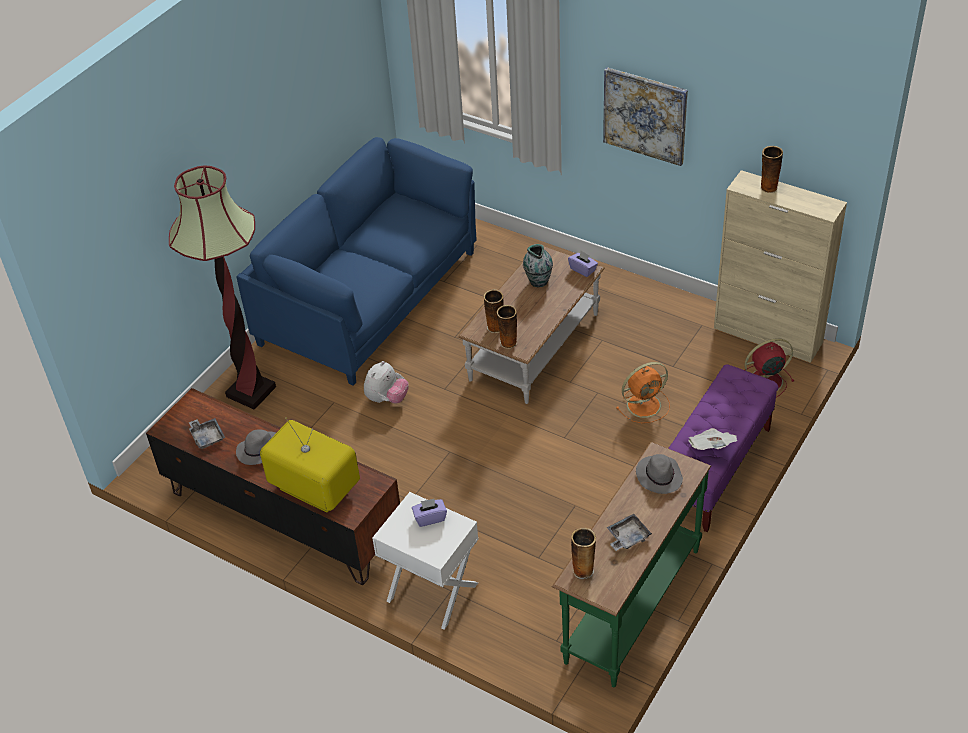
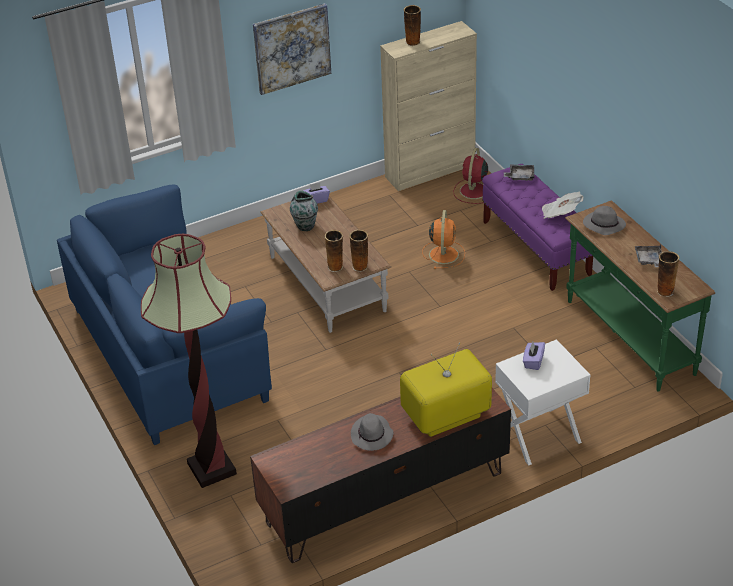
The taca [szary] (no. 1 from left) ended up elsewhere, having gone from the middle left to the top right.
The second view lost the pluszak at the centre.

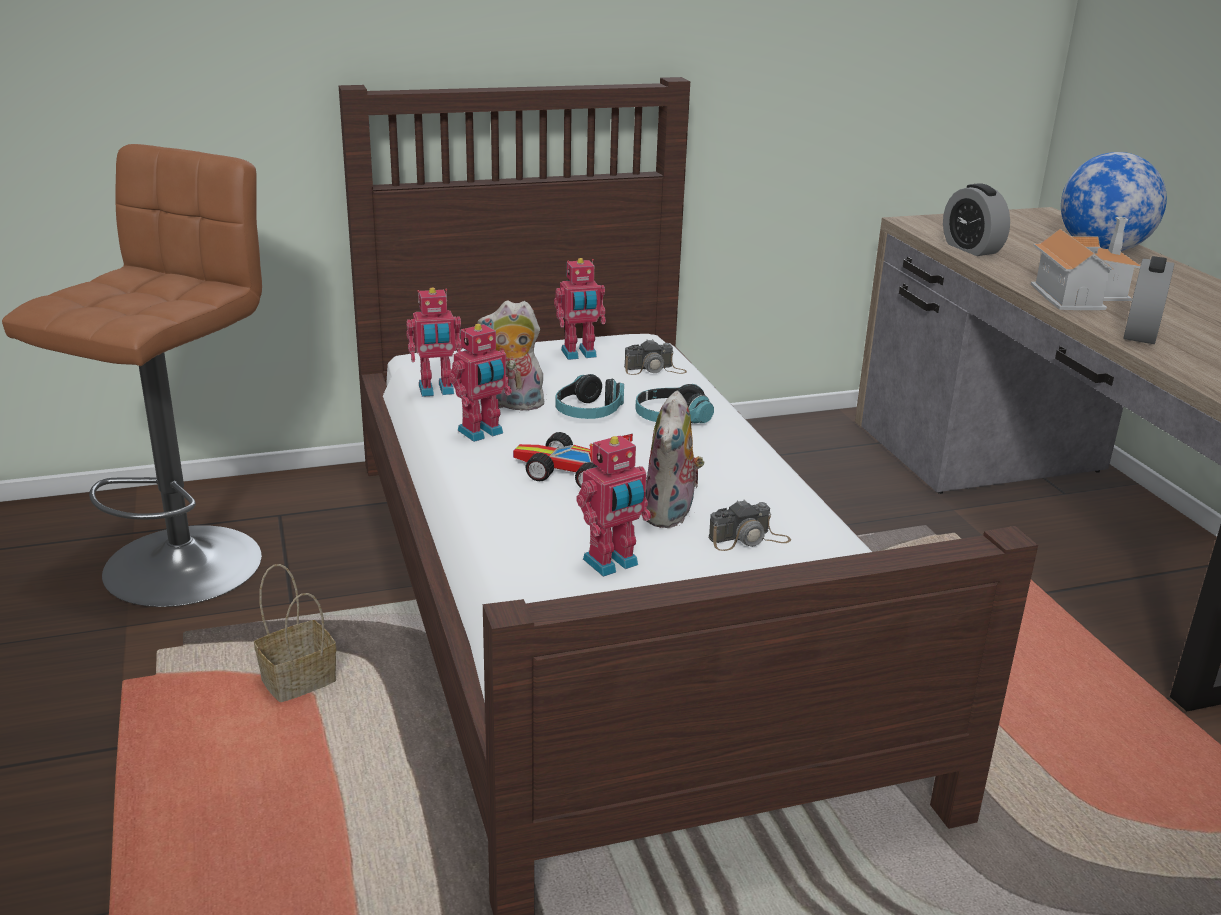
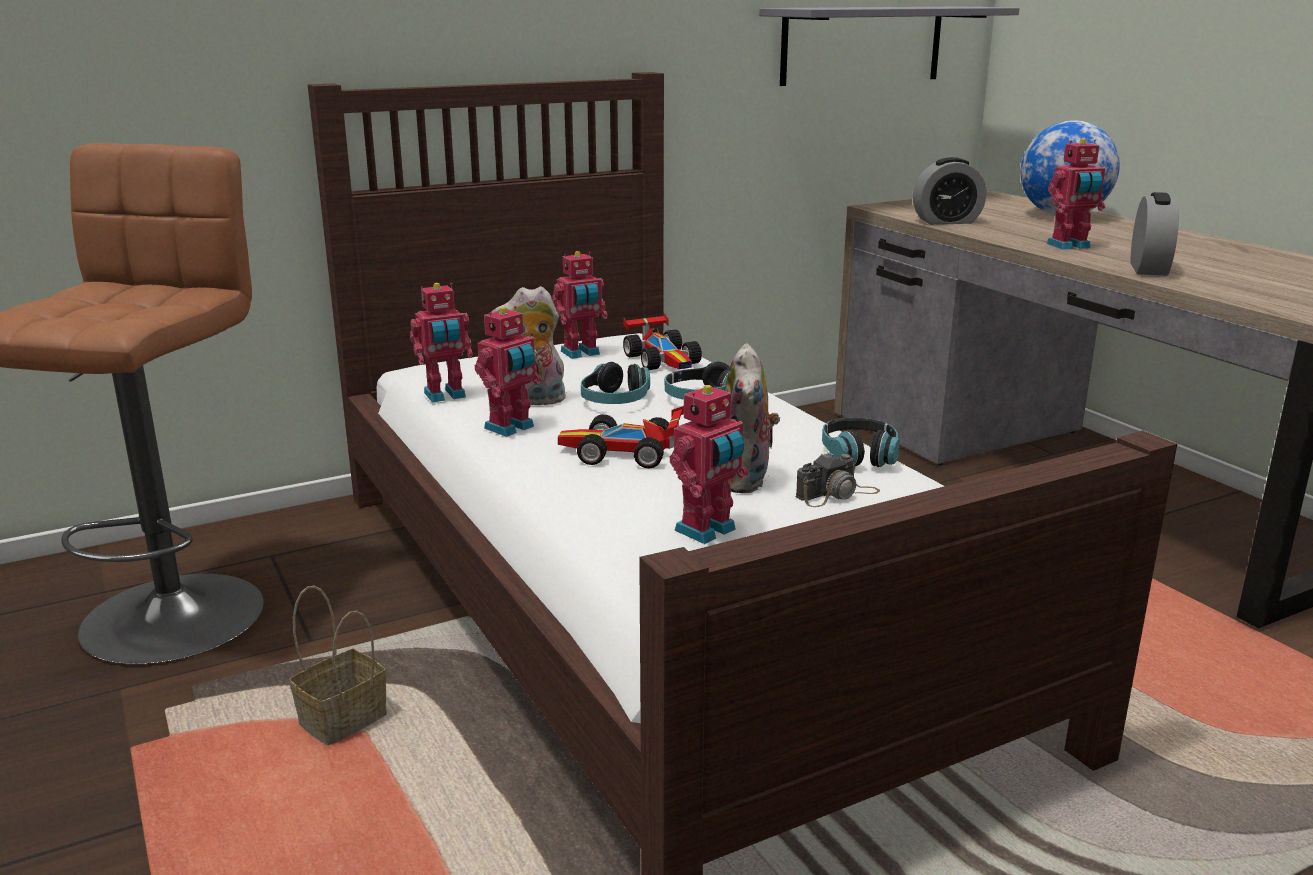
Where the aparat fotograficzny (no. 1 from left) stood at the centre, the samochodzik (no. 2 from left) came to stand at the centre.
The budzik (no. 1 from left) at the top right ended up facing another way, 60 degrees counterclockwise from before.
Where the domek stood at the top right, the robot zabawkowy (no. 5 from left) came to stand at the top right.
The second view gained the półka [szary] at the top right.
The second view gained the słuchawki (no. 3 from left) at the centre.

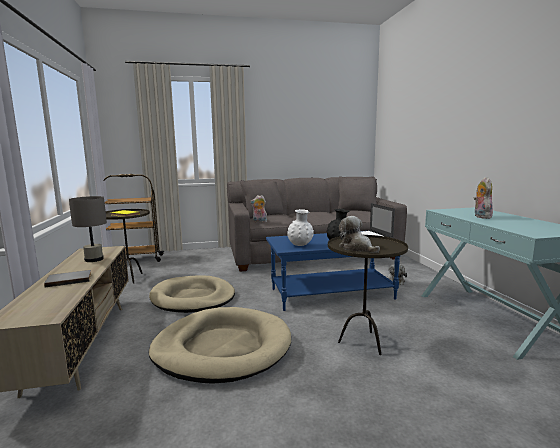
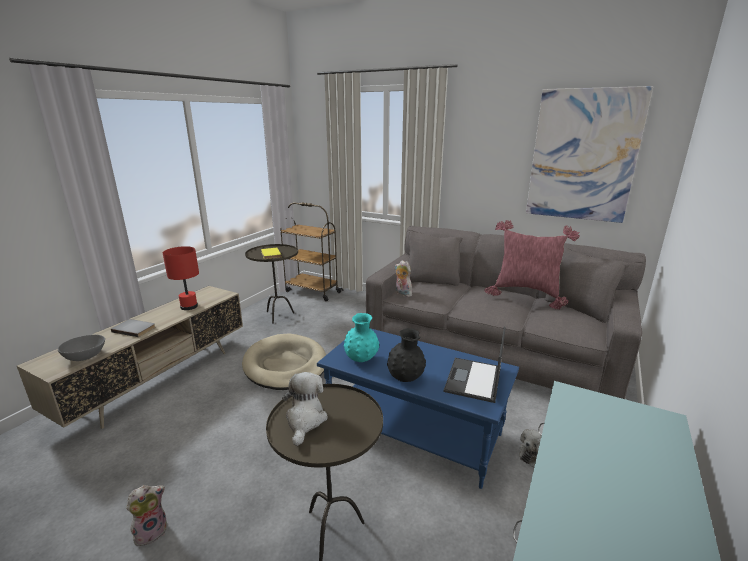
What was the lampa stołowa [szary] at the middle left turned into the lampa stołowa [czerwony] at the middle left.
The second view lost the legowisko [beżowy] (no. 2 from left) at the bottom centre.
What was the wazon [biały] at the centre turned into the wazon [turkusowy] at the centre.
The pluszak (no. 4 from left in the first image) ended up elsewhere, having gone from the middle right to the bottom left.
The second view gained the miska [szary] at the middle left.
The second view gained the poduszka [czerwony] at the middle right.
The second view gained the obraz at the top right.

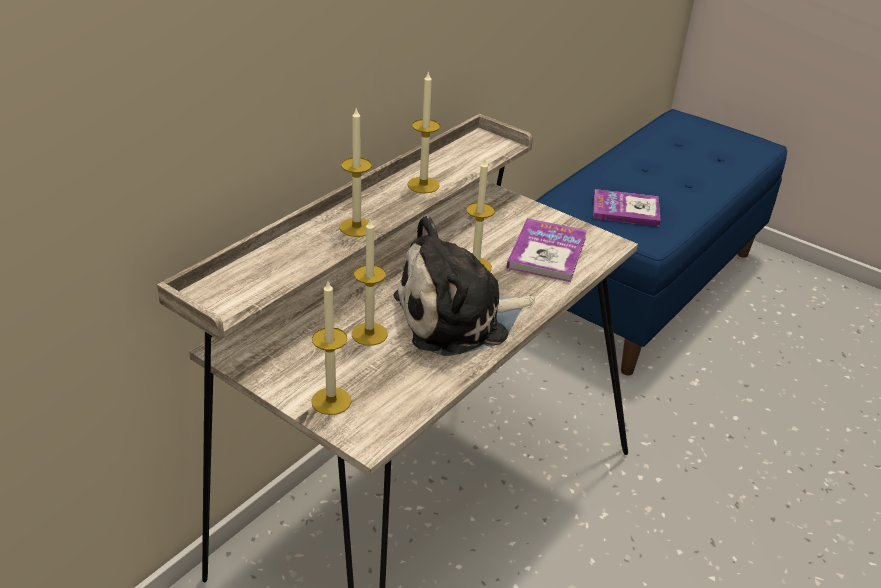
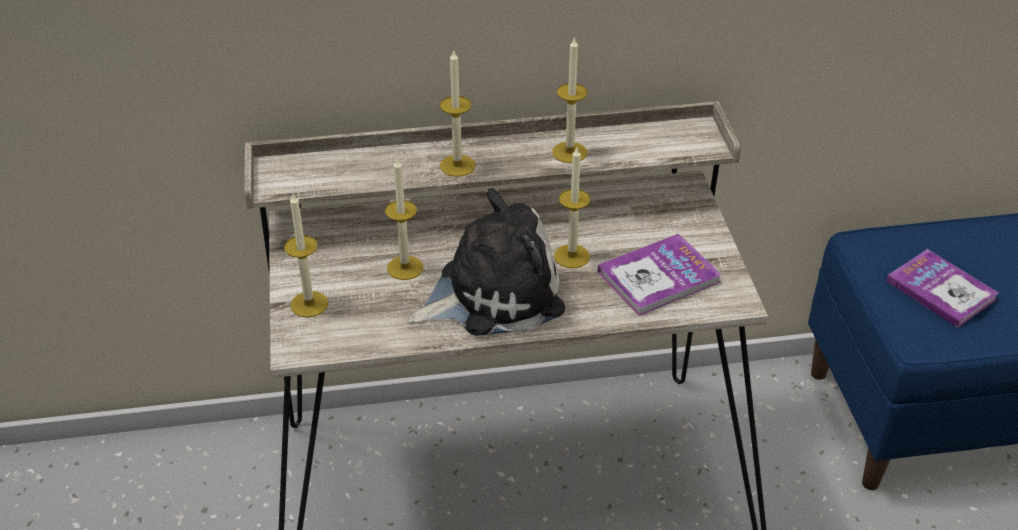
The pluszak at the centre ended up facing another way, 135 degrees clockwise from before.

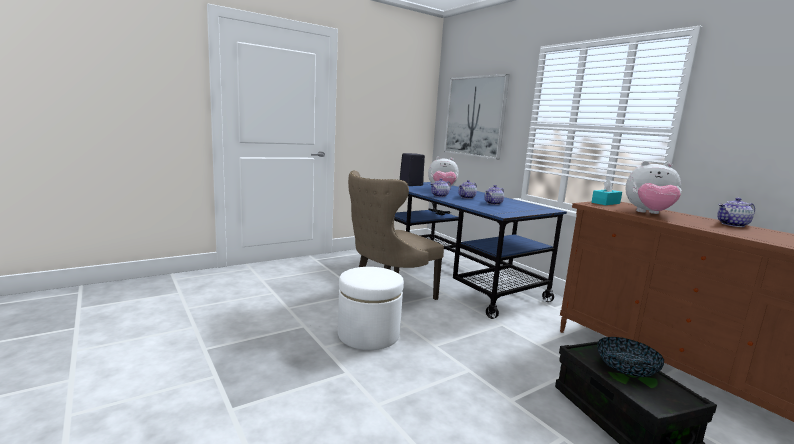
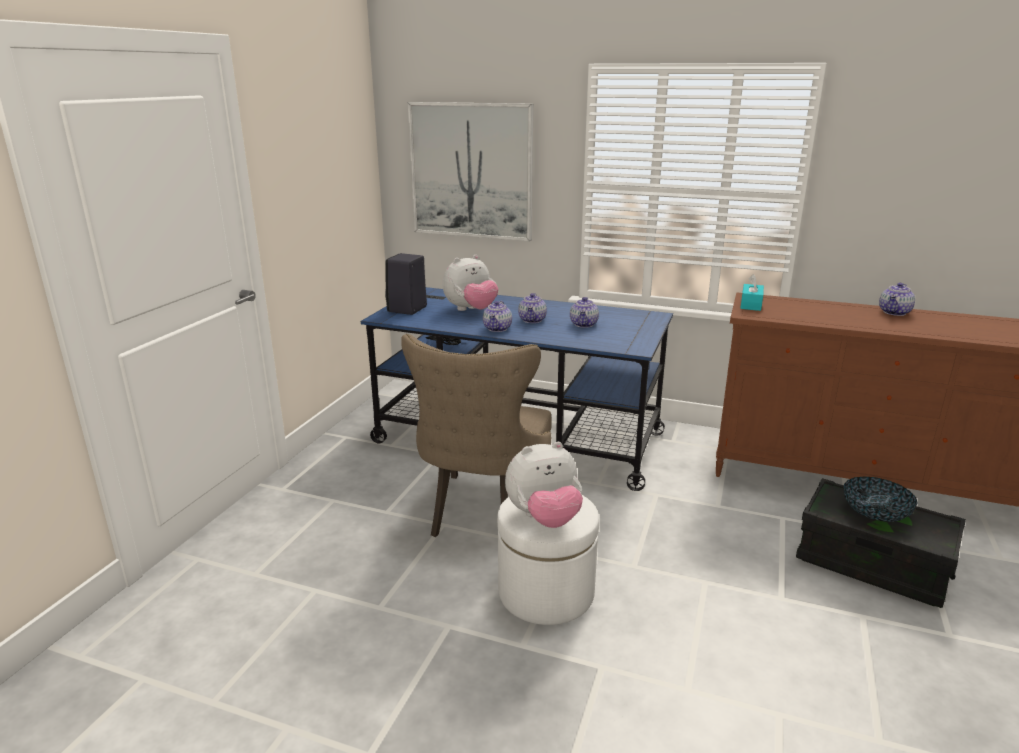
The pluszak (no. 2 from left) ended up elsewhere, having gone from the middle right to the centre.

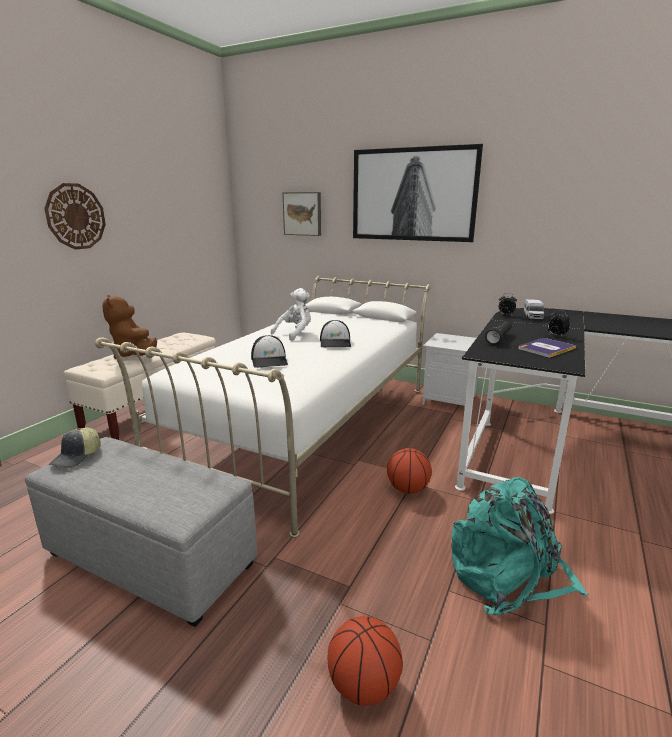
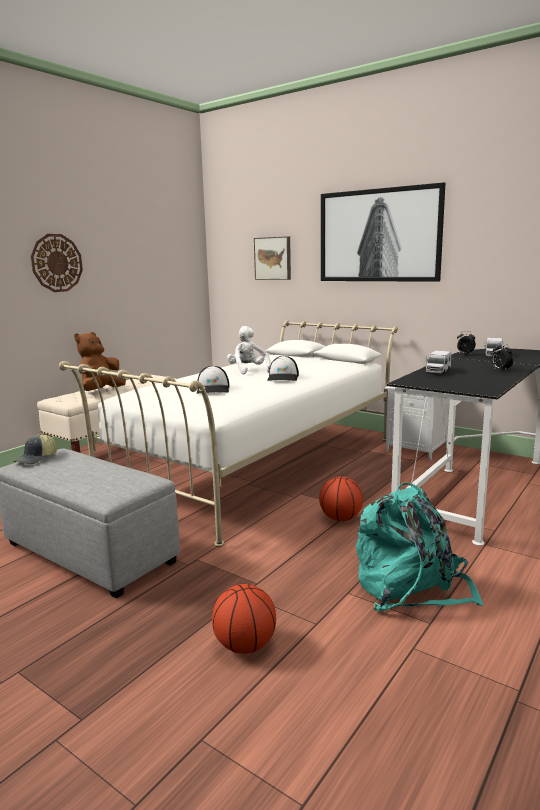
The pluszak [brązowy] at the middle left ended up facing another way, 45 degrees clockwise from before.
The pluszak [biały] at the centre ended up facing another way, 75 degrees counterclockwise from before.
Where the latarka [czarny] stood at the middle right, the ciężarówka zabawkowa (no. 1 from left) came to stand at the middle right.
The second view lost the książka at the middle right.

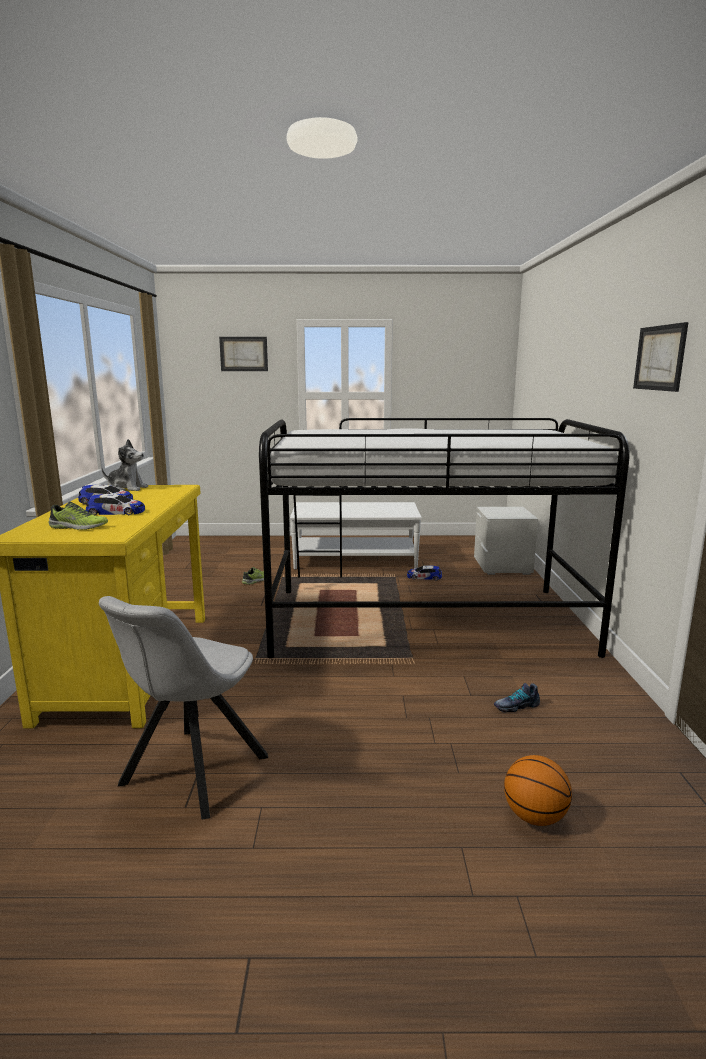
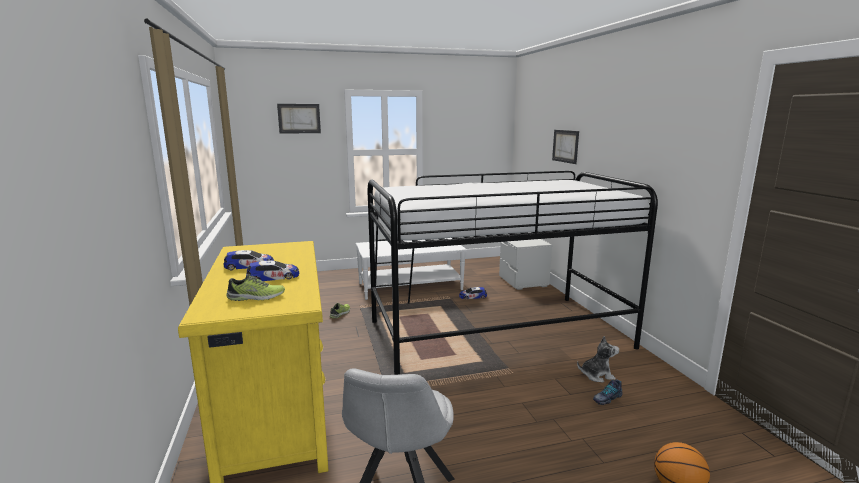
The pluszak ended up elsewhere, having gone from the middle left to the bottom right.
The obraz (no. 2 from left) ended up elsewhere, having gone from the middle right to the top centre.

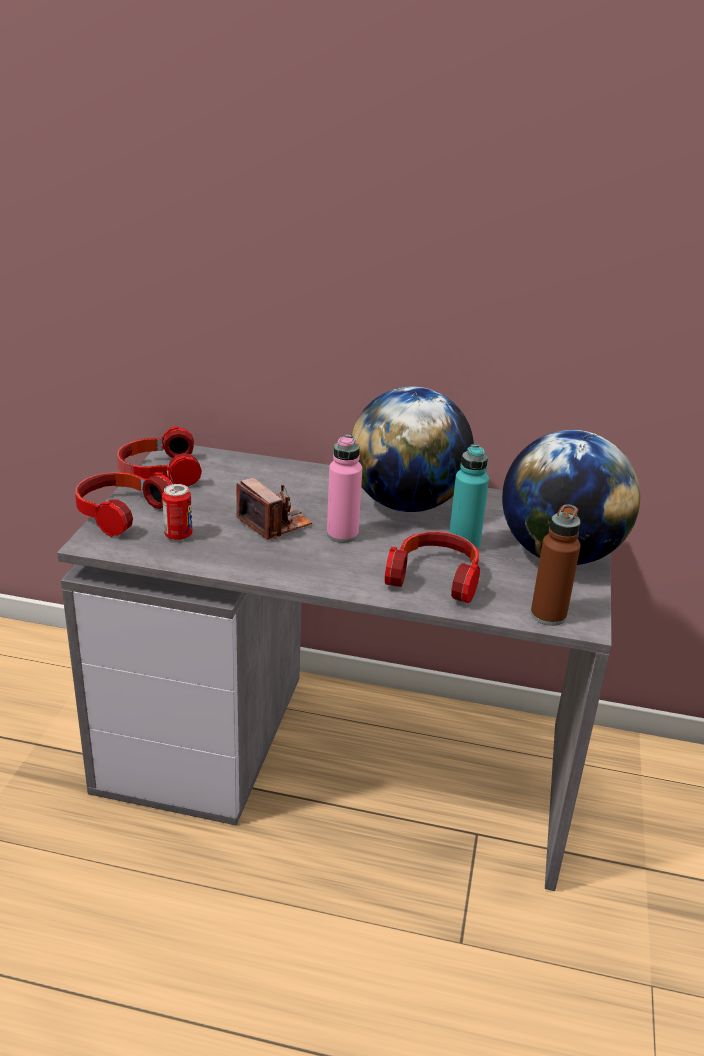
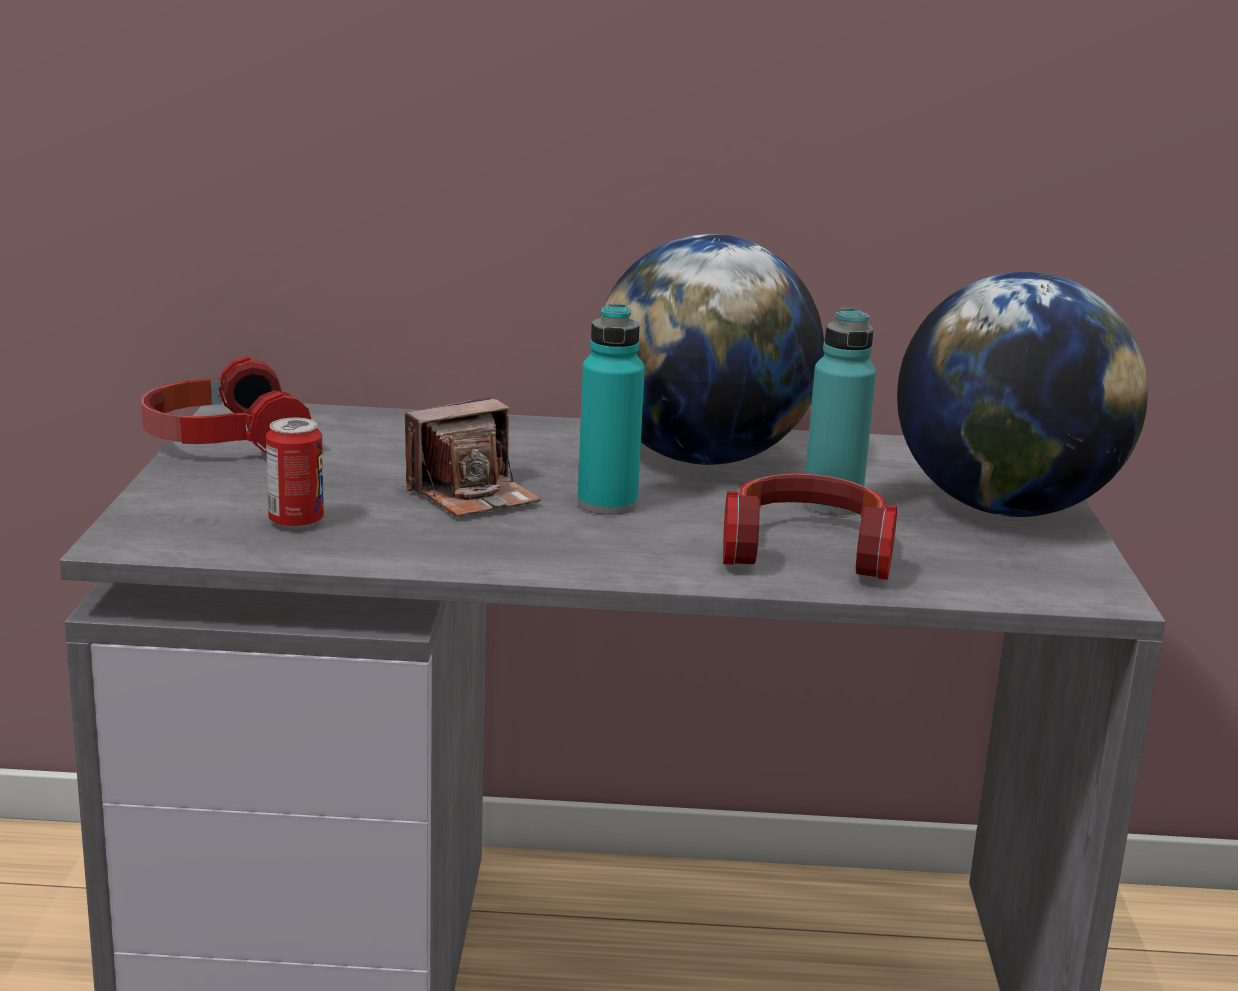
The second view lost the słuchawki (no. 1 from left) at the middle left.
The aparat fotograficzny at the centre ended up facing another way, 105 degrees clockwise from before.
What was the butelka [różowy] at the centre turned into the butelka [turkusowy] (no. 1 from left) at the centre.
The second view lost the butelka [brązowy] at the middle right.

